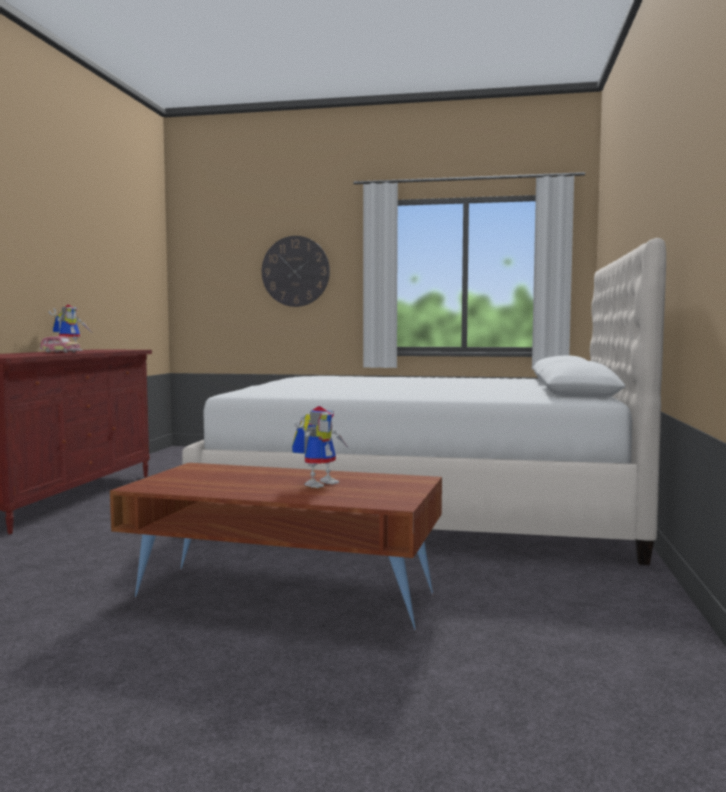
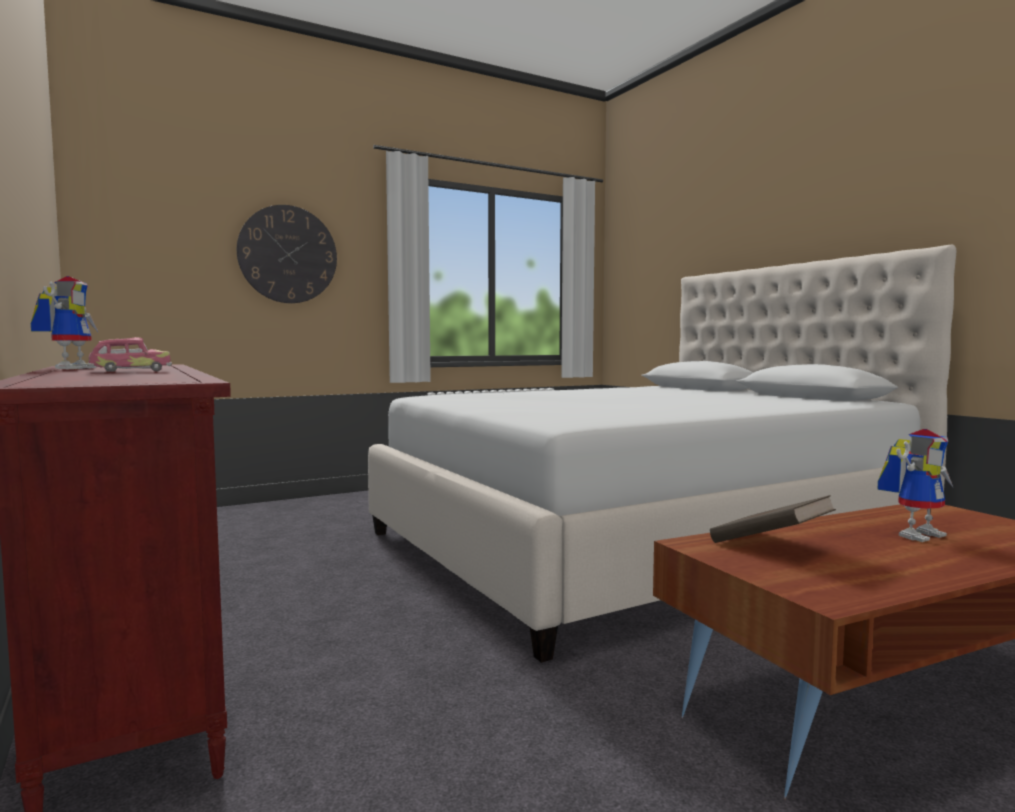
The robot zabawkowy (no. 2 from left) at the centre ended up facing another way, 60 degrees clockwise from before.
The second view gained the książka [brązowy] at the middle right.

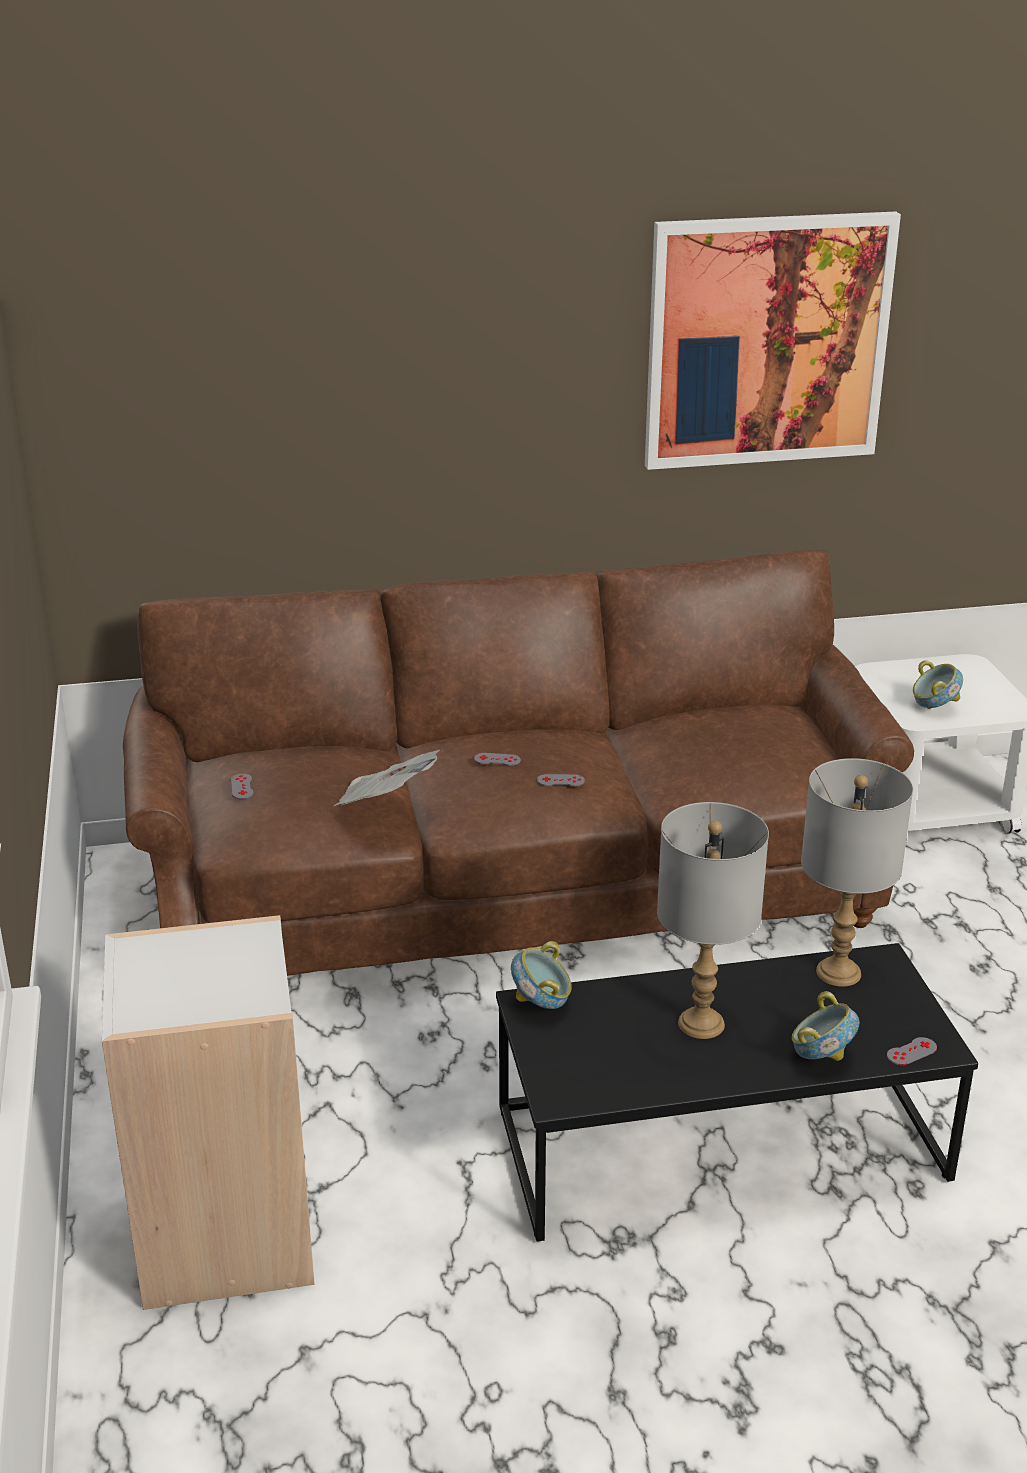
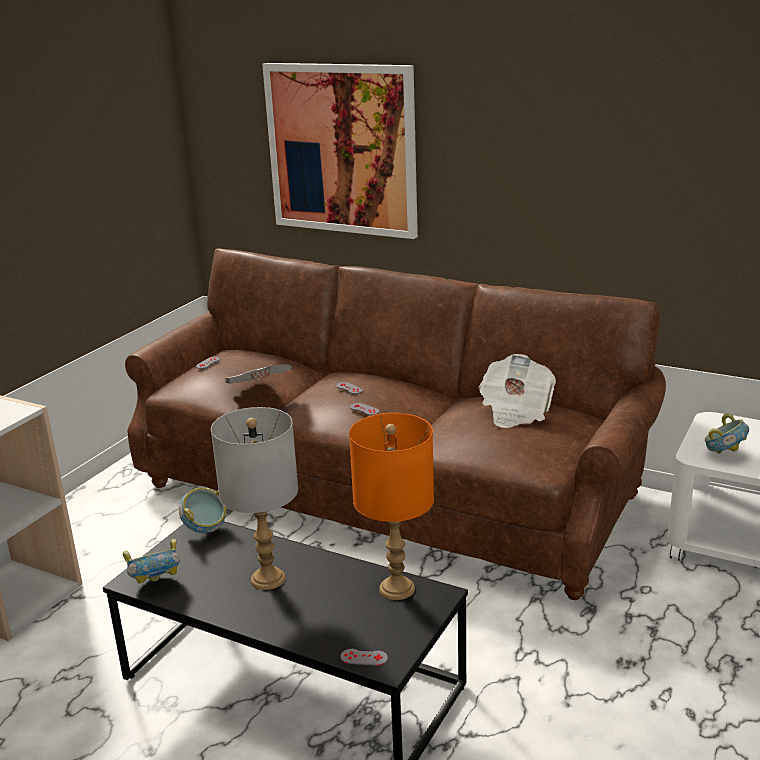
The obraz ended up elsewhere, having gone from the top right to the top centre.
The miska (no. 2 from left in the first image) ended up elsewhere, having gone from the bottom right to the bottom left.
What was the lampa stołowa [szary] (no. 2 from left) at the middle right turned into the lampa stołowa [pomarańczowy] at the centre.
The second view gained the gazeta (no. 2 from left) at the middle right.

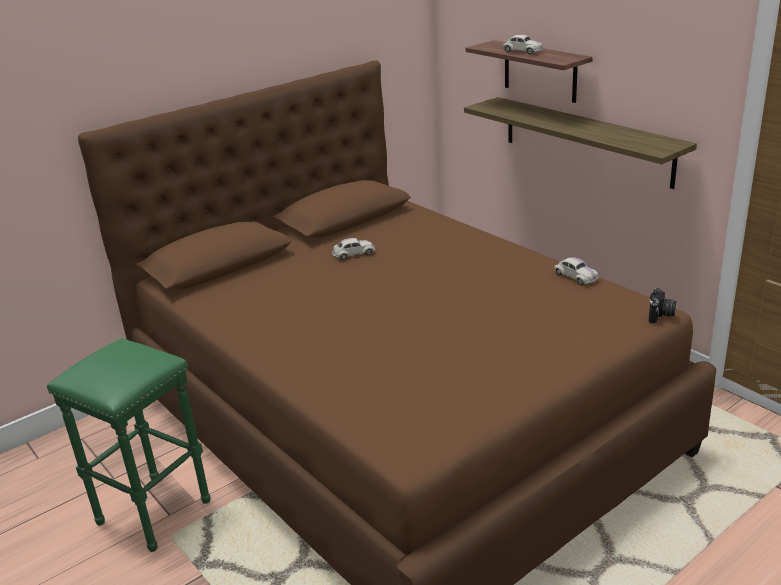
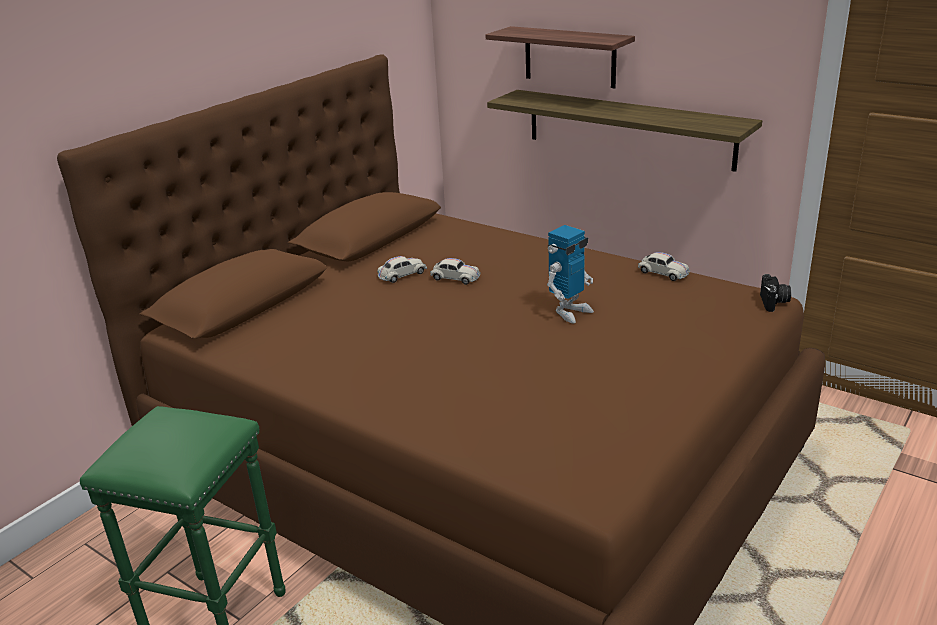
The samochodzik [biały] (no. 2 from left) ended up elsewhere, having gone from the top right to the centre.
The second view gained the robot zabawkowy at the centre.

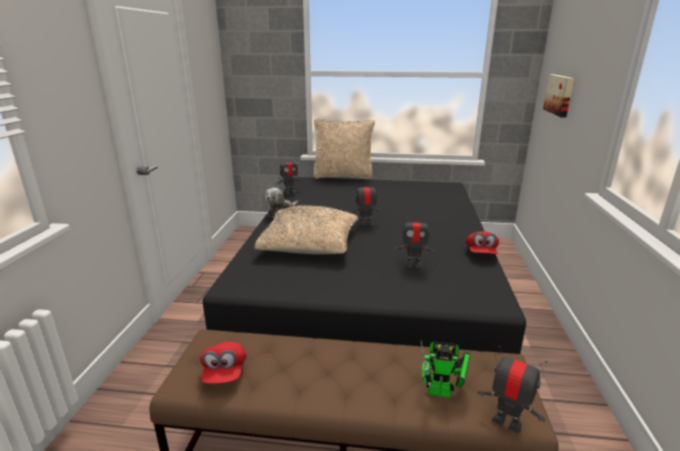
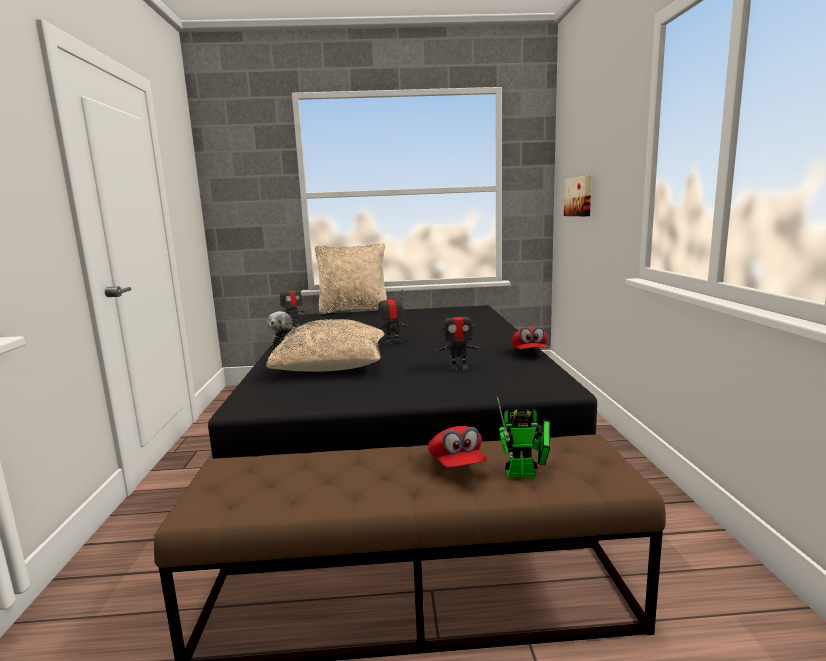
The czapka z daszkiem [czerwony] (no. 1 from left) ended up elsewhere, having gone from the bottom left to the bottom centre.
The second view lost the robot zabawkowy (no. 5 from left) at the bottom right.

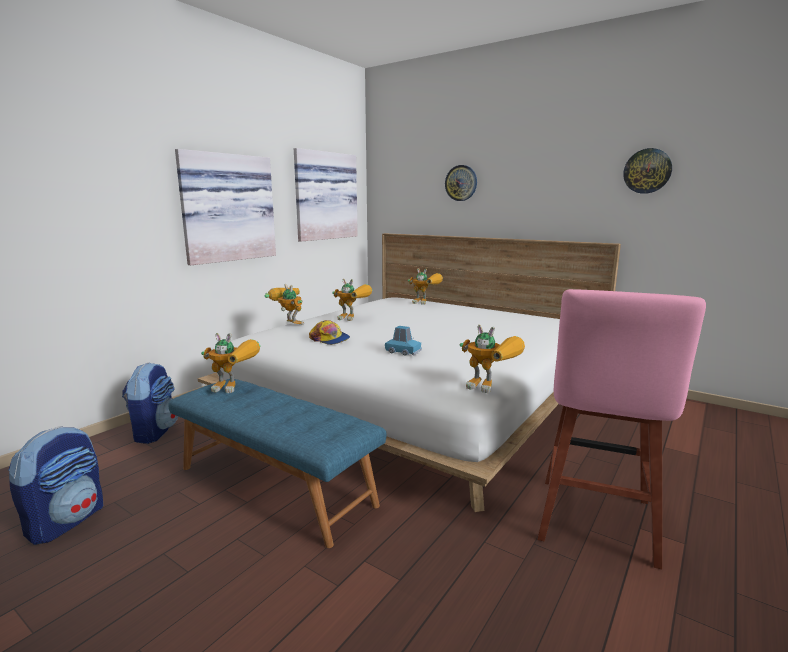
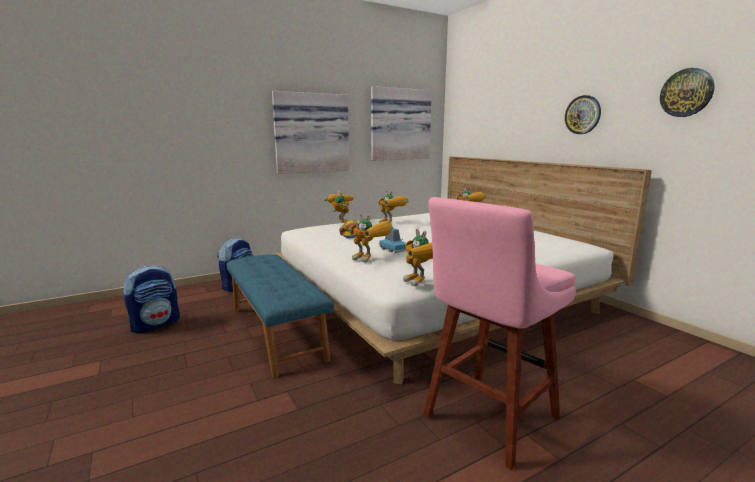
The robot zabawkowy (no. 1 from left in the first image) ended up elsewhere, having gone from the middle left to the centre.
The zegar ścienny (no. 1 from left) ended up elsewhere, having gone from the top centre to the top right.

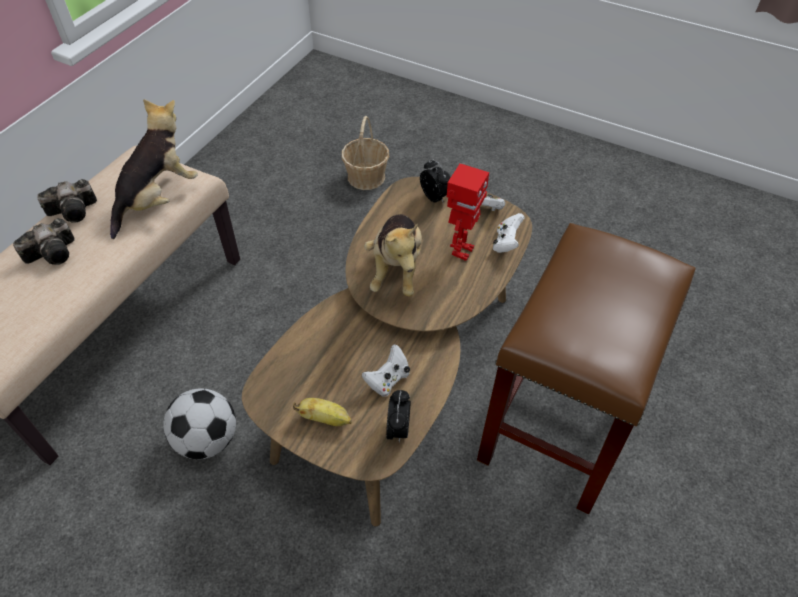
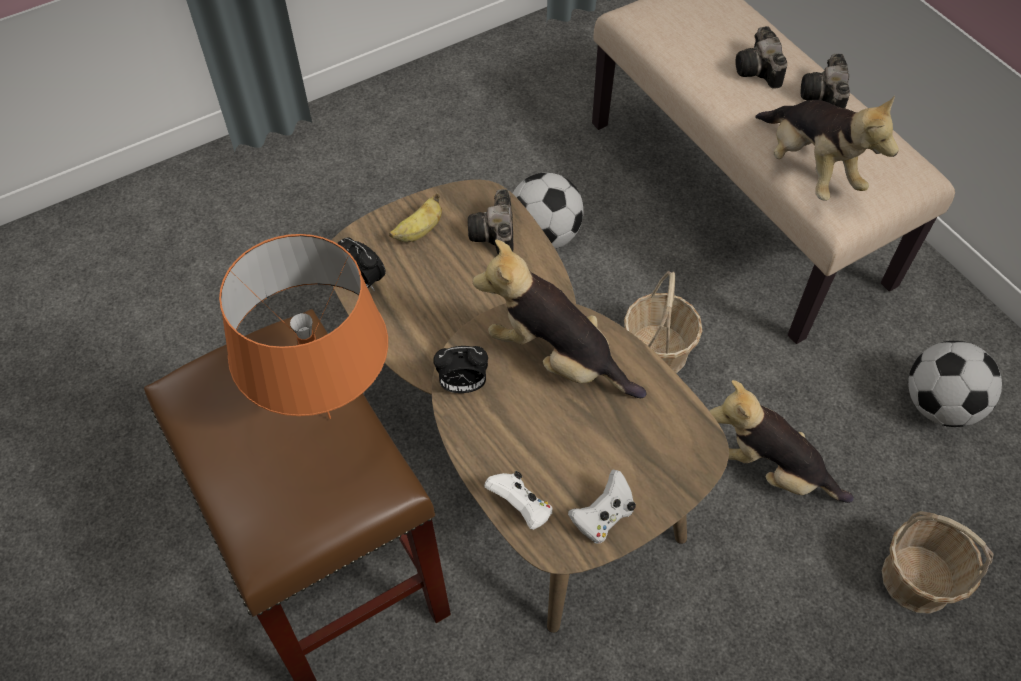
The second view lost the pad do gier [biały] (no. 1 from left) at the centre.
The budzik (no. 2 from left) ended up elsewhere, having gone from the top centre to the centre.
The second view lost the robot zabawkowy at the centre.
The second view gained the lampa stołowa [pomarańczowy] at the middle left.
The second view gained the aparat fotograficzny (no. 1 from left) at the top centre.
The second view gained the koszyk (no. 1 from left) at the centre.
The second view gained the pluszak (no. 2 from left) at the middle right.
The second view gained the piłka futbolowa (no. 2 from left) at the middle right.

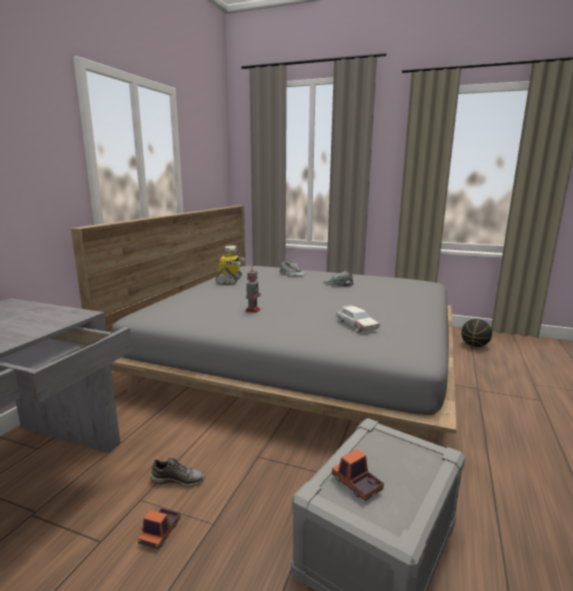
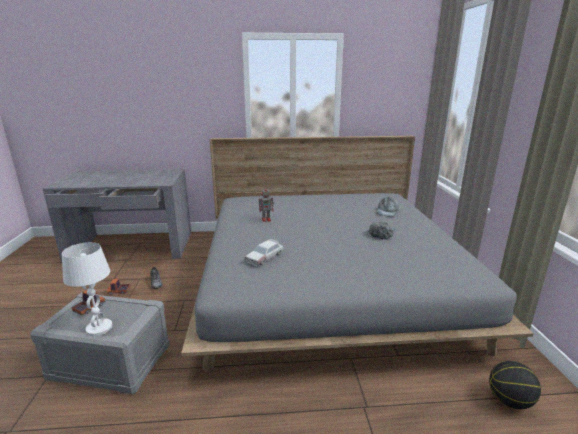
The second view lost the robot zabawkowy (no. 1 from left) at the centre.
The second view gained the lampa stołowa [biały] at the middle left.

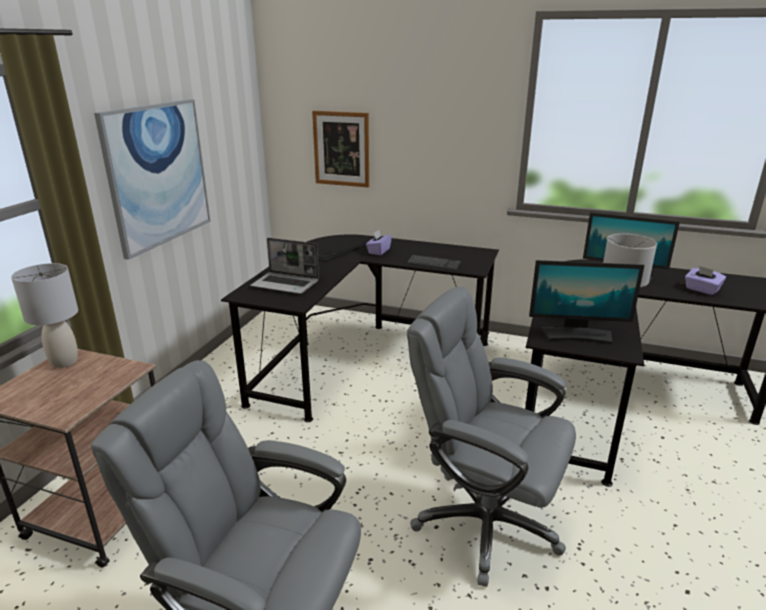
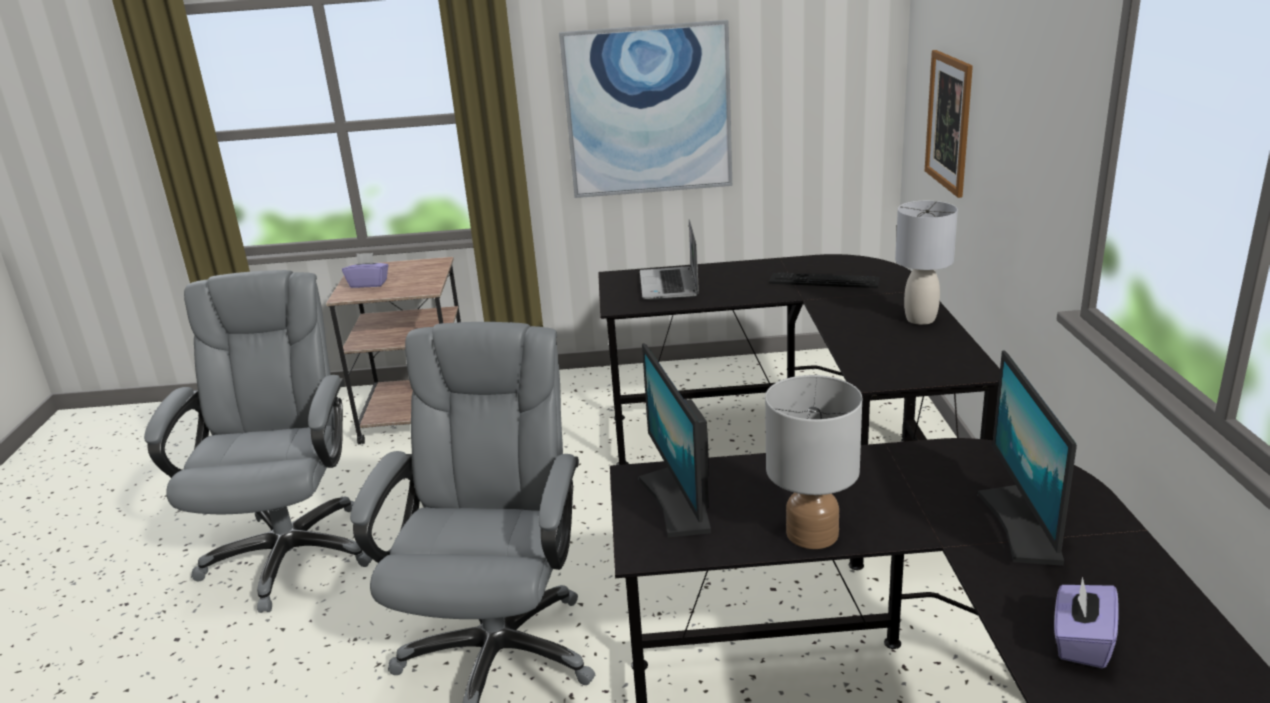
The lampa stołowa [szary] (no. 1 from left in the first image) ended up elsewhere, having gone from the middle left to the middle right.
The pudełko chusteczek [fioletowy] (no. 1 from left) ended up elsewhere, having gone from the centre to the middle left.
The second view lost the klawiatura (no. 2 from left) at the centre.

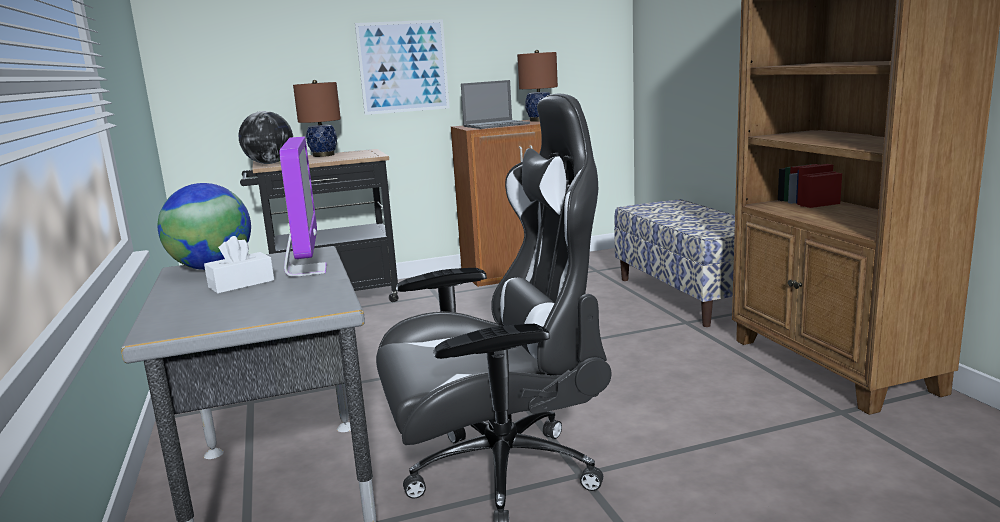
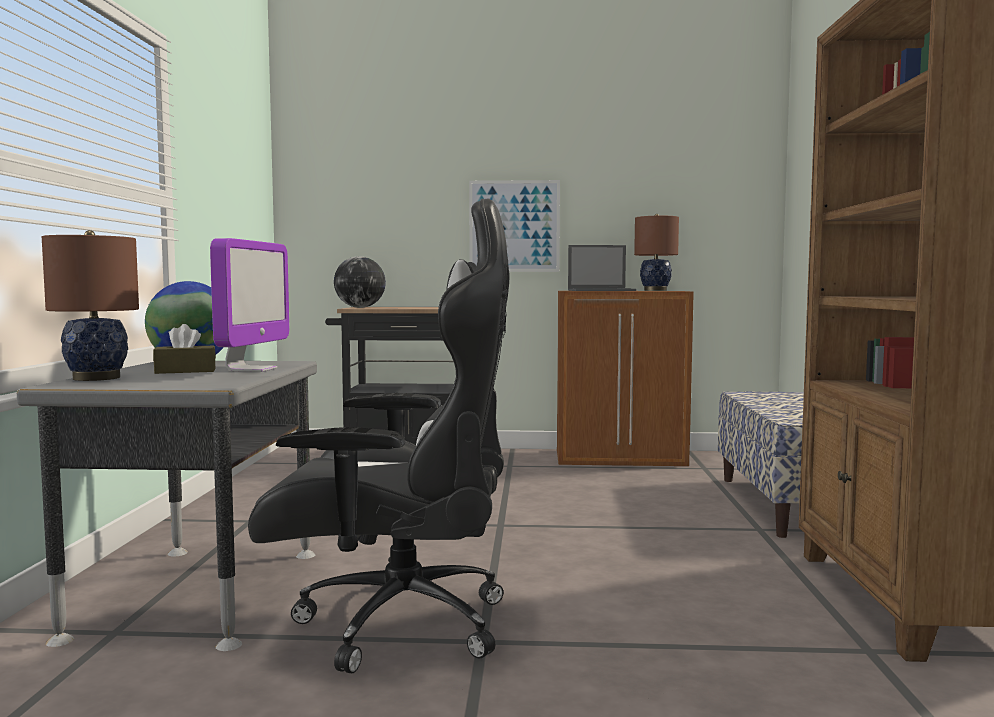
What was the pudełko chusteczek [biały] at the middle left turned into the pudełko chusteczek [brązowy] at the middle left.
The lampa stołowa [brązowy] (no. 1 from left) ended up elsewhere, having gone from the top left to the middle left.

